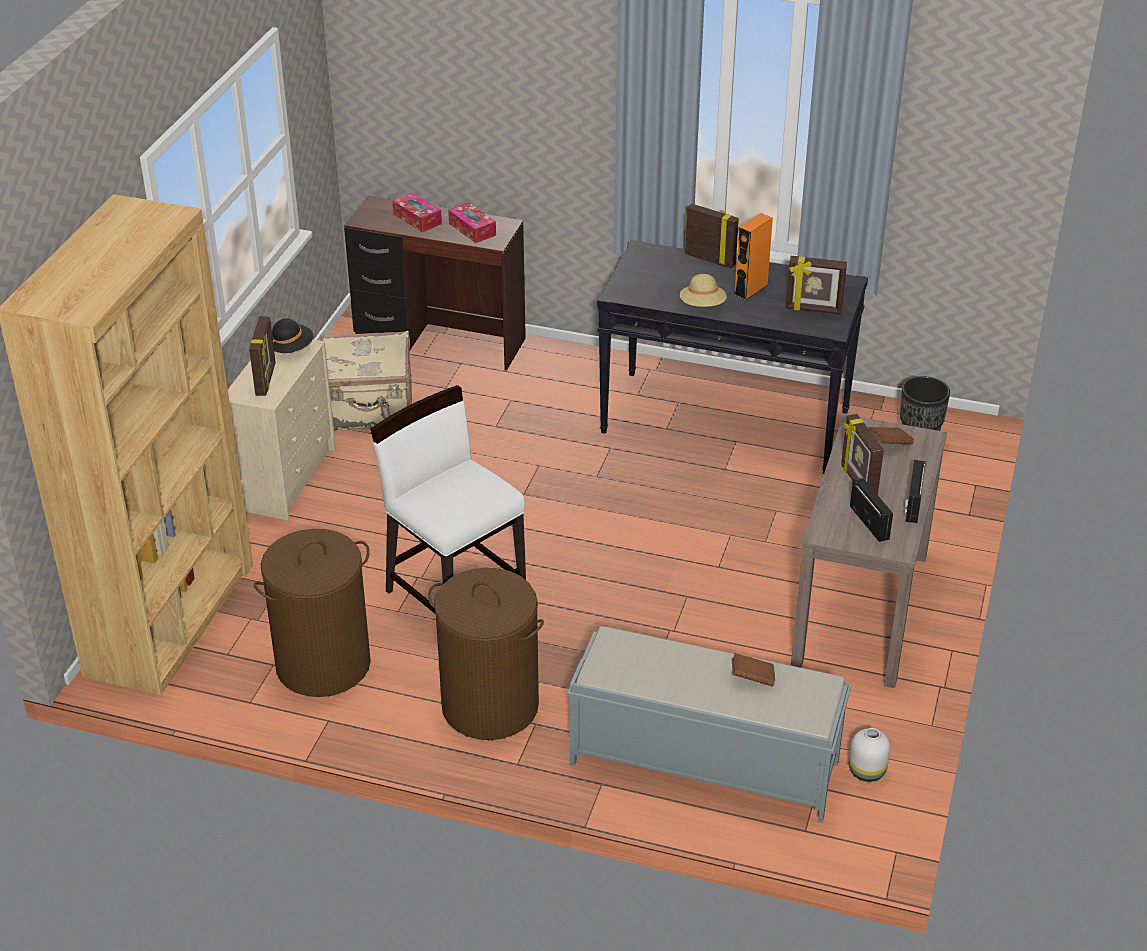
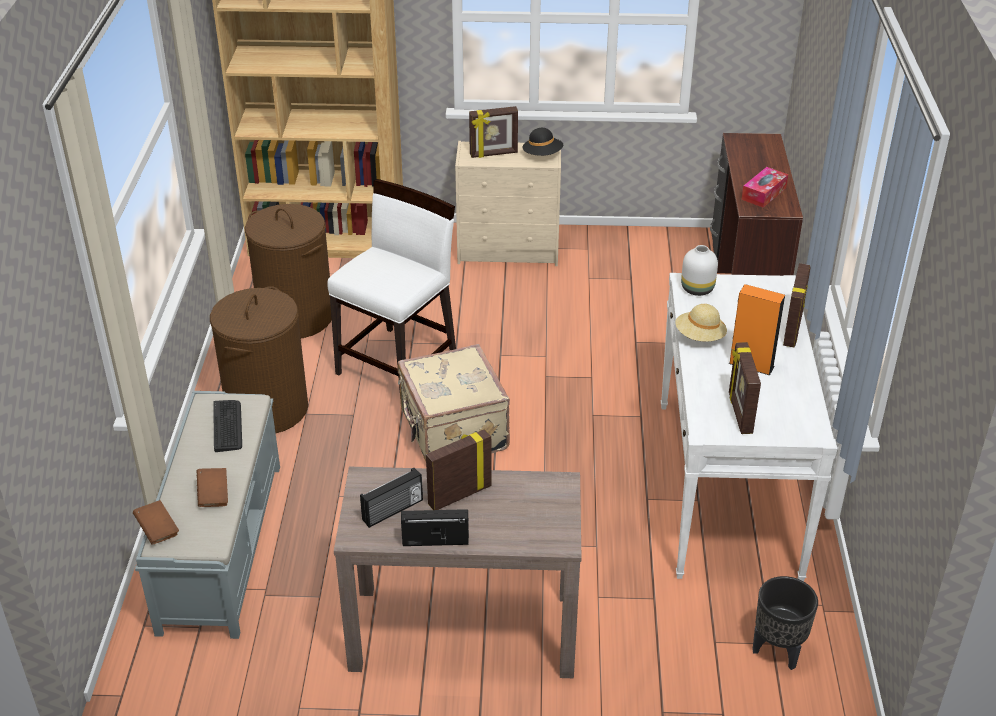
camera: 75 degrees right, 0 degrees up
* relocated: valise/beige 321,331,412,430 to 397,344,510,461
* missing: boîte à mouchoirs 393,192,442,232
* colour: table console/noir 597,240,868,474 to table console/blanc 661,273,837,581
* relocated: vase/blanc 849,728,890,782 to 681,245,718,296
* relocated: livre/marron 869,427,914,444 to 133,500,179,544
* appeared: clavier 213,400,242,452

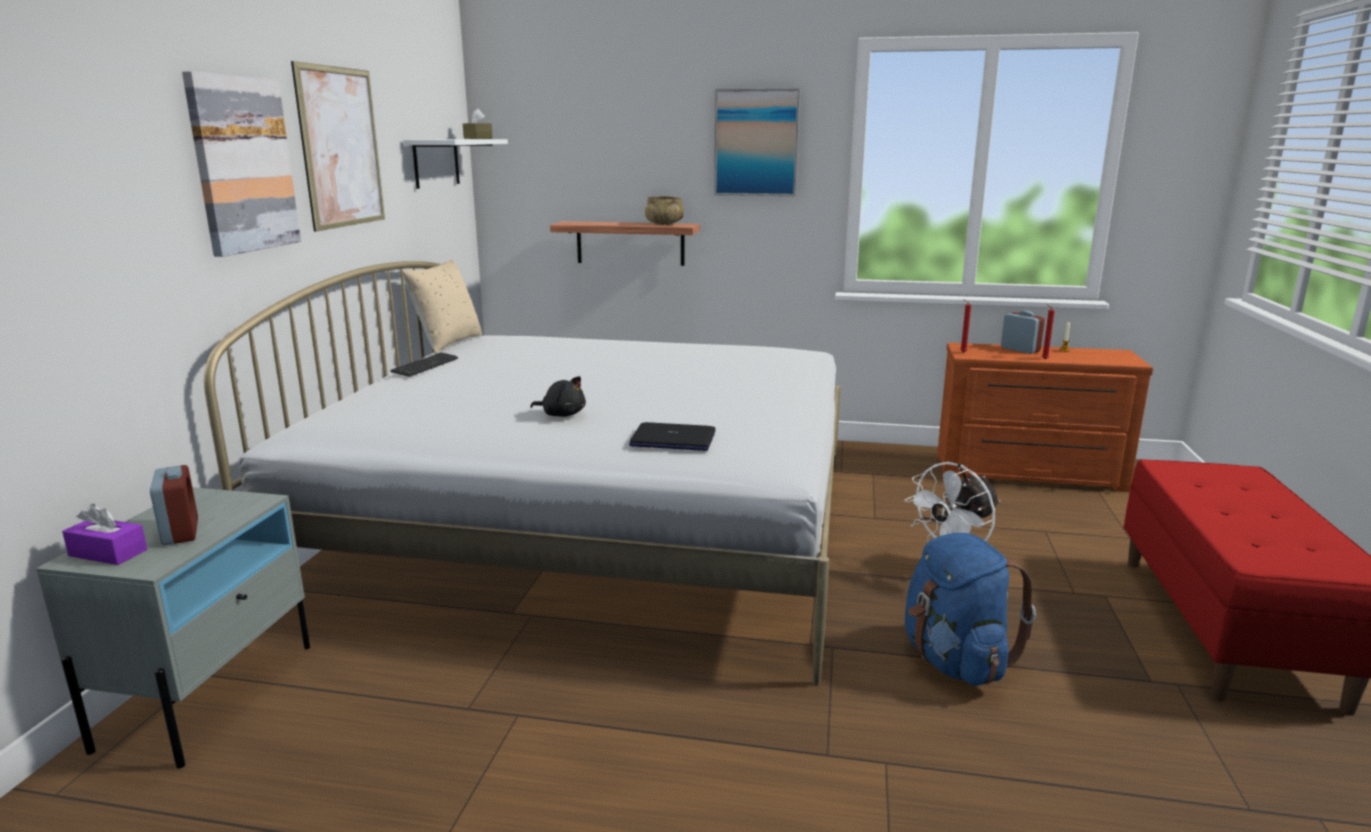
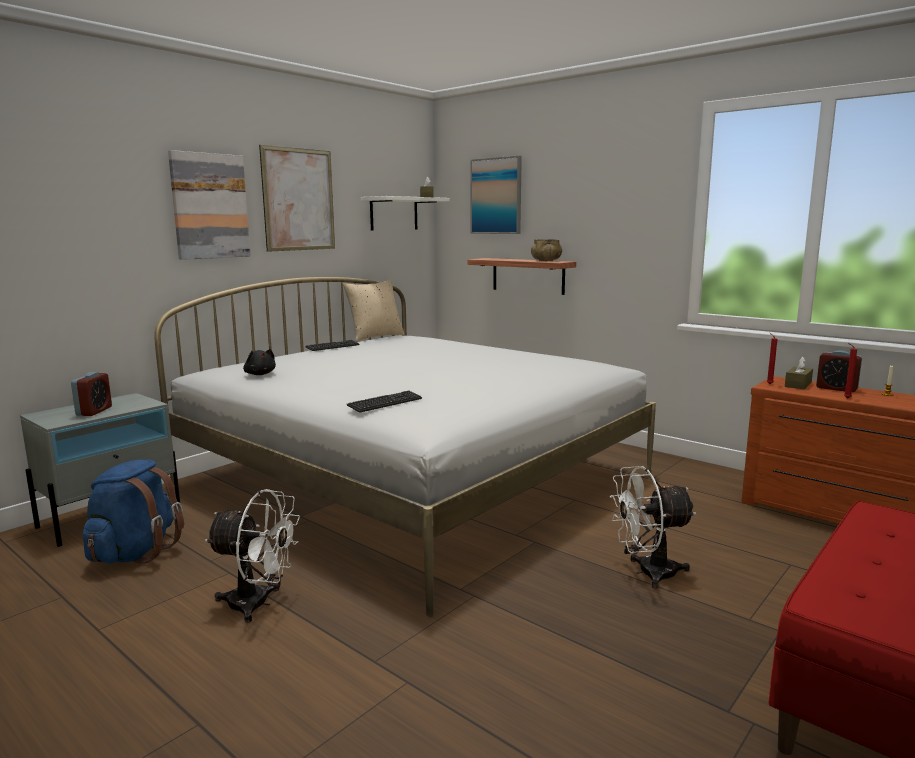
camera: 30 degrees right, 5 degrees down
* missing: boîte à mouchoirs/violet 62,504,147,565
* relocated: peluche/noir 530,376,586,417 to 243,349,276,375
* exchanged: ordinateur portable 629,422,716,451 to clavier 346,390,422,413
* relocated: tableau 714,88,800,196 to 470,156,522,234
* relocated: sac à dos/bleu 905,533,1036,686 to 83,459,184,564
* spun: réveil 1001,311,1045,354 = 816,350,862,392 135 degrees clockwise
* appeared: ventilateur/blanc 205,489,300,623
* appeared: boîte à mouchoirs/marron 785,357,813,389

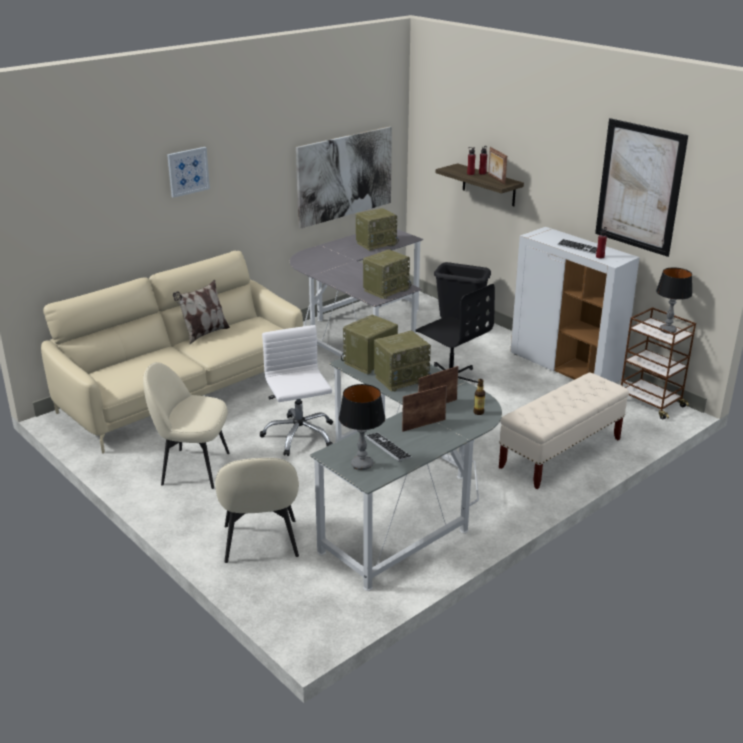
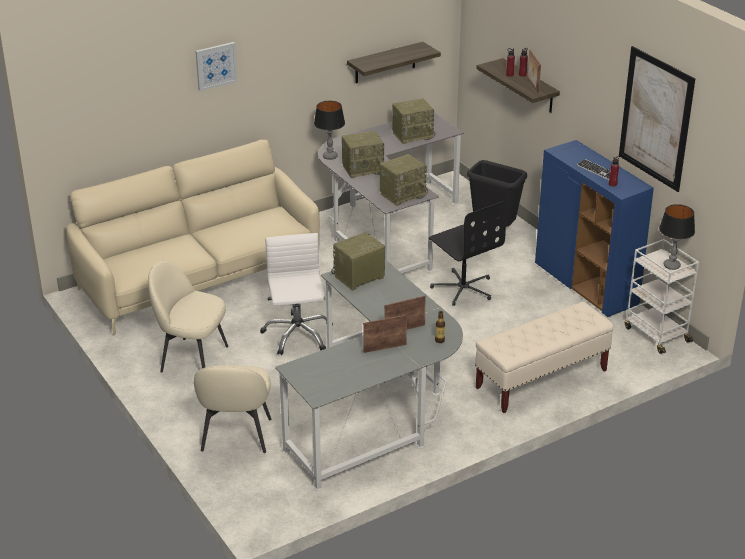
camera: 10 degrees right, 5 degrees up
* missing: coussin 173,280,230,344
* exchanged: tableau 296,126,392,228 to étagère 347,42,441,83
* relocated: lampe de table 339,384,385,470 to 314,101,345,160
* missing: clavier 365,432,412,462
* relocated: radio 374,331,431,392 to 342,131,384,178
* colour: meuble de rangement/blanc 510,227,640,383 to meuble de rangement/bleu 535,140,654,317
* colour: chariot/marron 621,307,696,420 to chariot/blanc 624,239,699,354

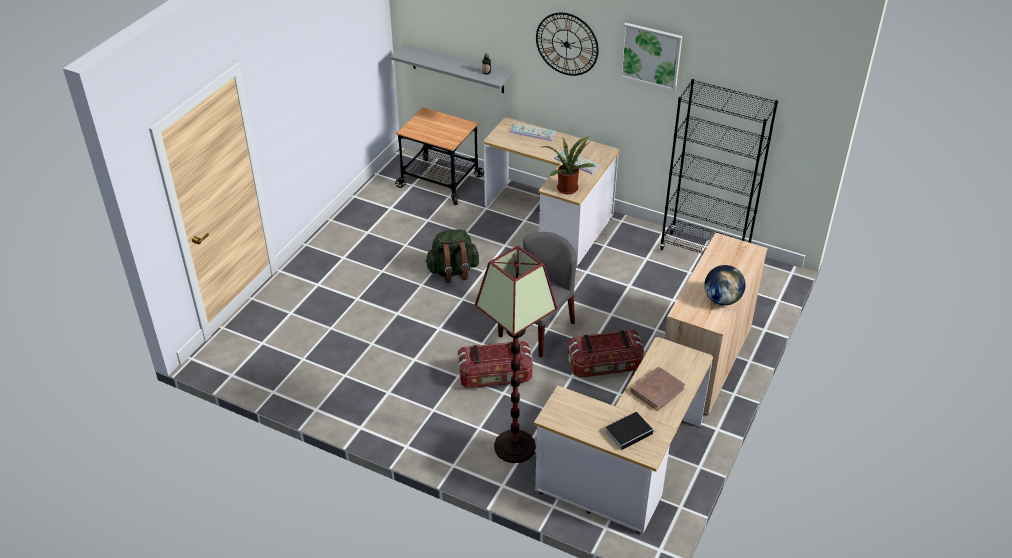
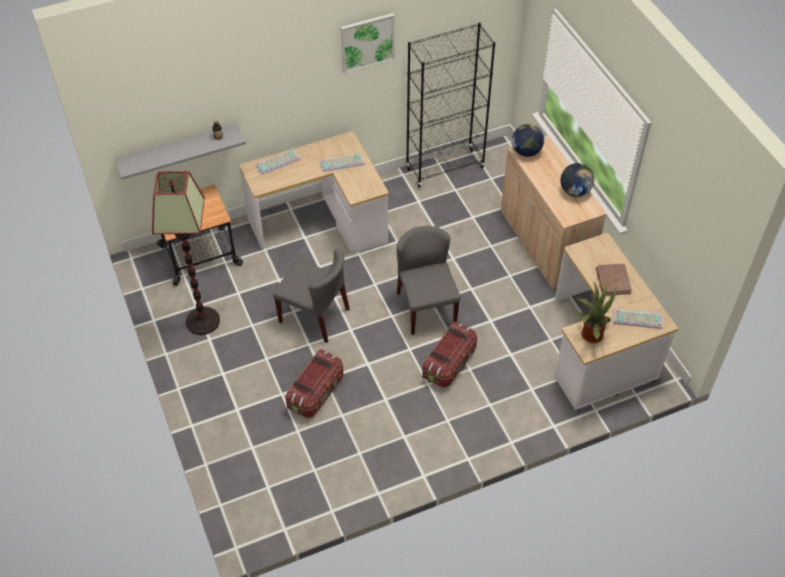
camera: 50 degrees left, 10 degrees up
* exchanged: sac à dos/vert 425,229,479,283 to chaise/gris 273,249,350,343
* relocated: lampadaire 475,246,557,463 to 152,171,220,335
* missing: horloge murale 536,13,599,76
* relocated: plante en pot 541,136,596,194 to 574,281,616,343
* relocated: boîte de rangement 568,330,644,377 to 286,350,344,418
* exchanged: livre 605,412,656,450 to clavier 613,309,662,329
* appeared: globe 512,124,544,157

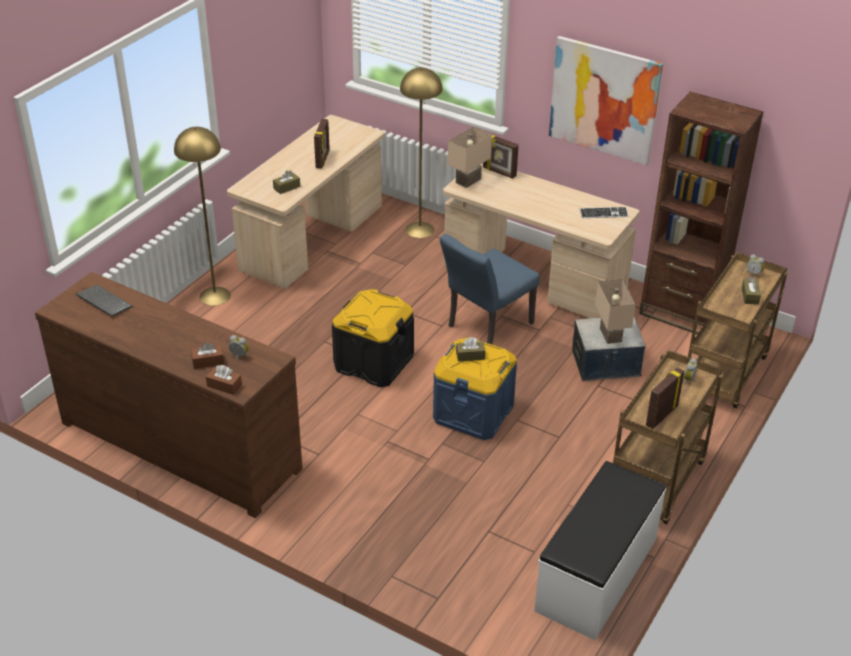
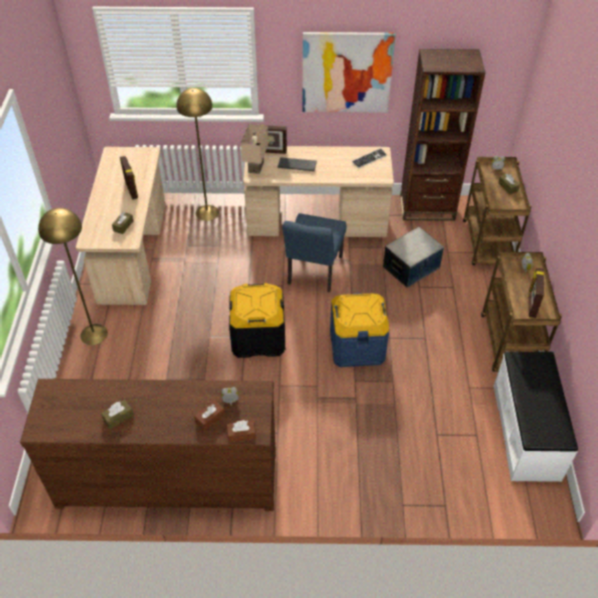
camera: 30 degrees left, 10 degrees up
* relocated: clavier 76,285,132,317 to 278,157,317,171
* relocated: boîte à mouchoirs/marron 456,337,485,362 to 101,400,134,429
* missing: lampe de table/beige 595,279,636,344

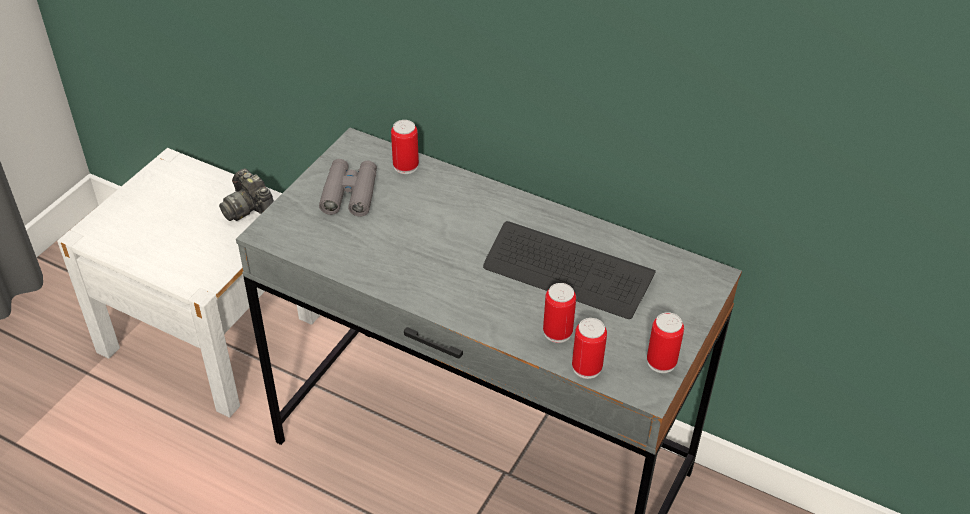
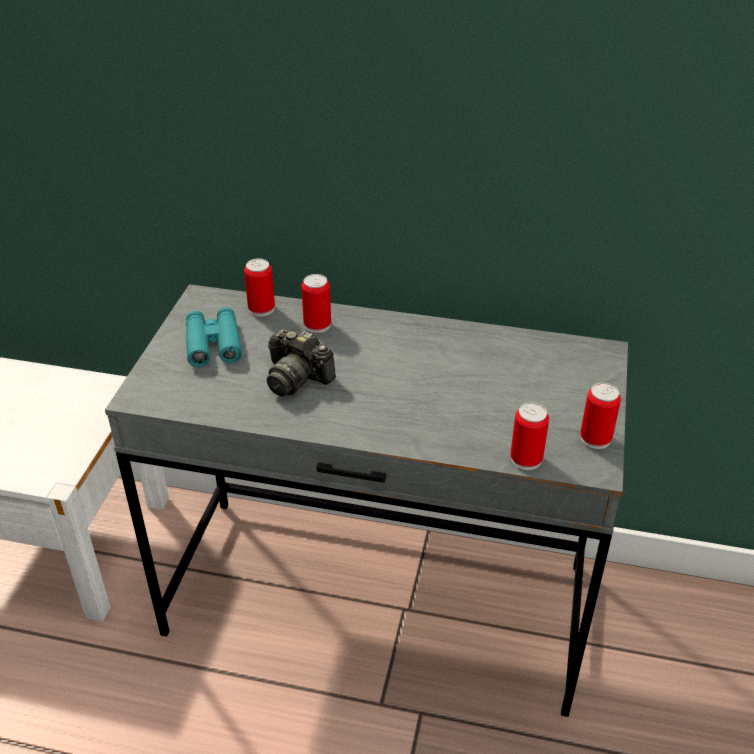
camera: 15 degrees left, 5 degrees down
* relocated: appareil photo 219,168,274,221 to 267,329,336,396
* colour: jumelles/gris 319,159,377,217 to jumelles/turquoise 186,307,242,367
* missing: clavier 483,221,656,319
* relocated: boîte métallique 543,283,576,343 to 301,274,331,333

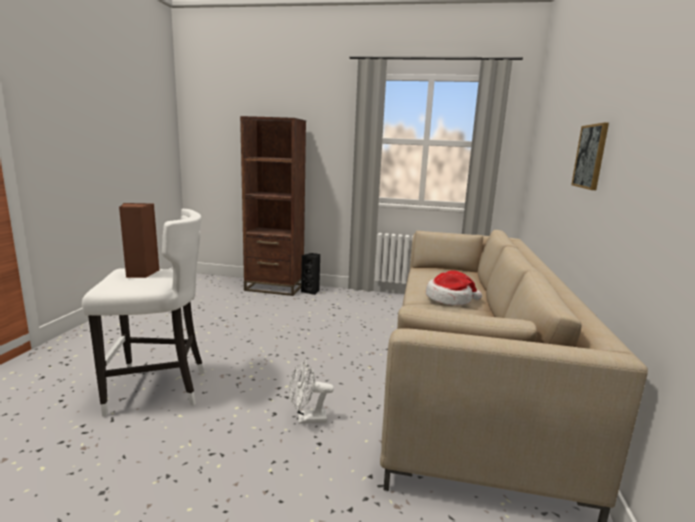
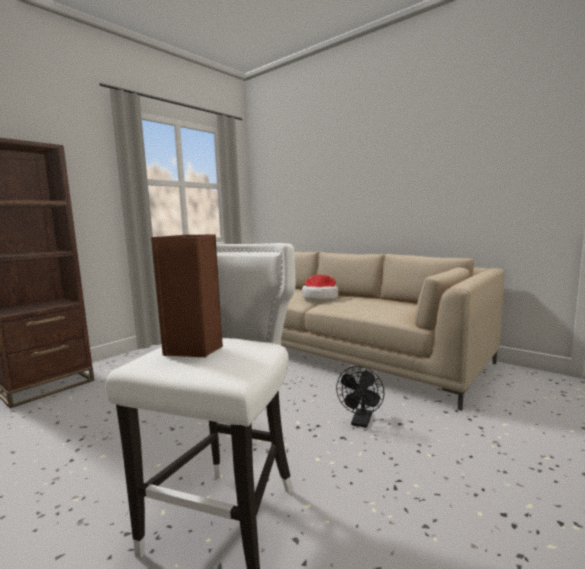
camera: 60 degrees left, 5 degrees down
* colour: ventilateur/blanc 289,360,334,424 to ventilateur/noir 336,366,384,428
* missing: enceinte/noir 301,253,320,295
* missing: tableau 571,123,609,190

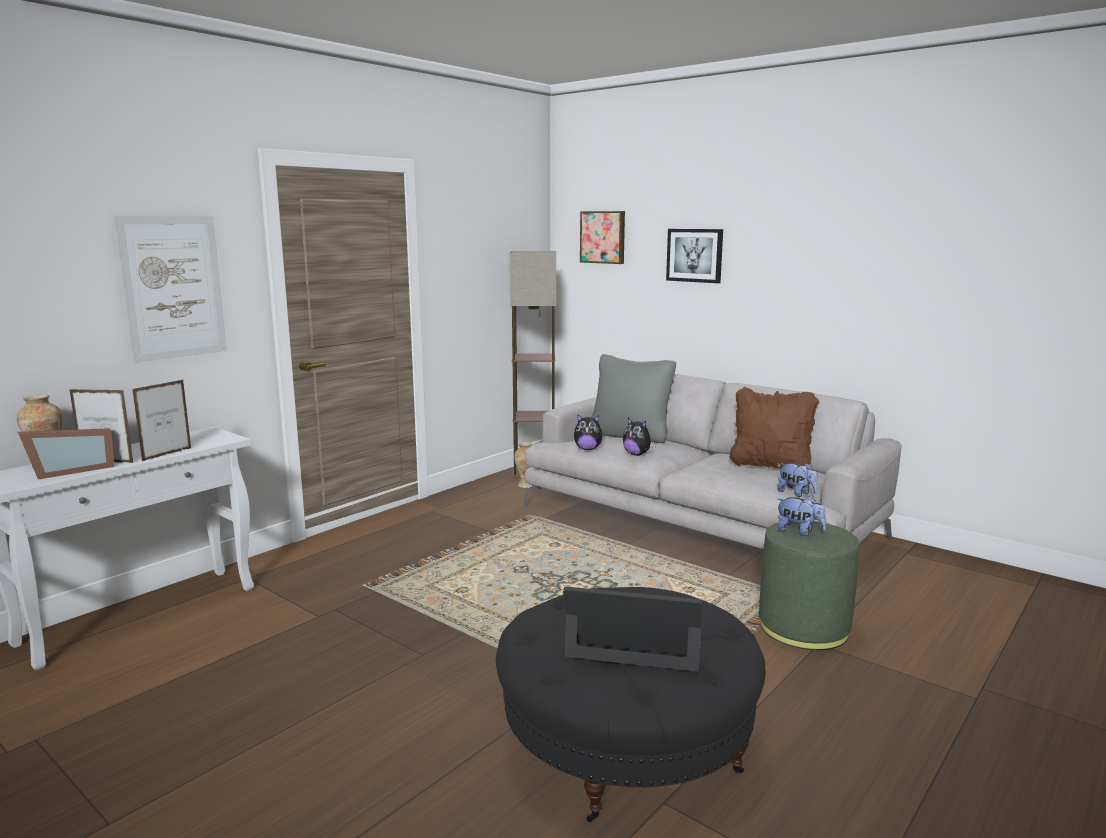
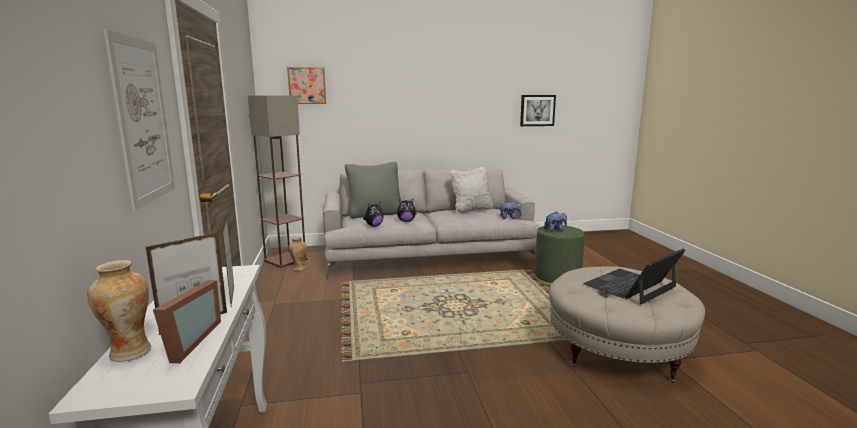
camera: 50 degrees left, 0 degrees up
* colour: pouf/noir 496,587,766,822 to pouf/beige 549,266,705,383
* relocated: tableau 666,229,723,283 to 520,95,556,126
* colour: coussin/marron 729,387,819,469 to coussin/blanc 450,167,493,214

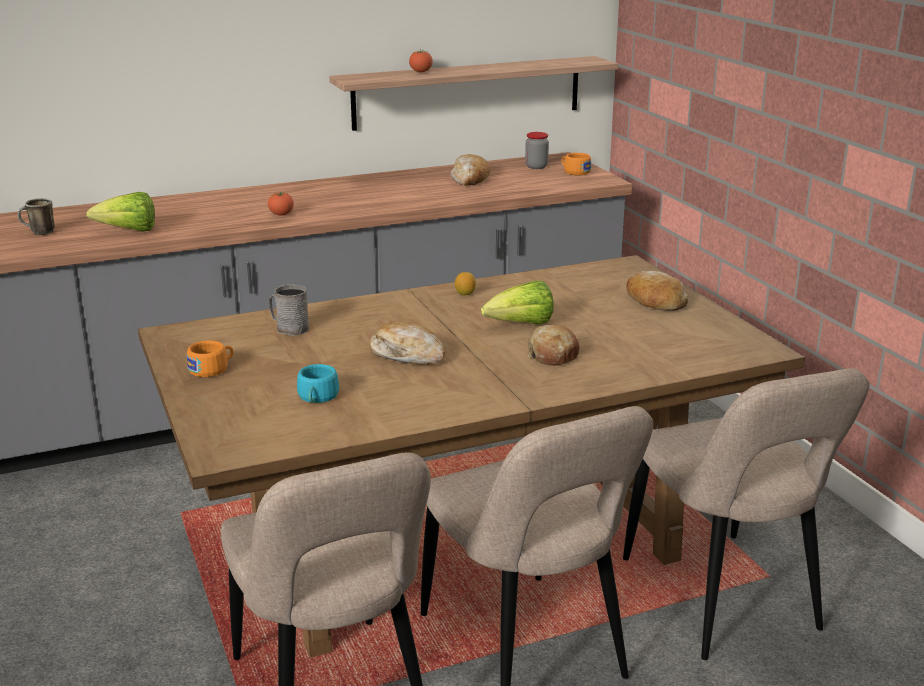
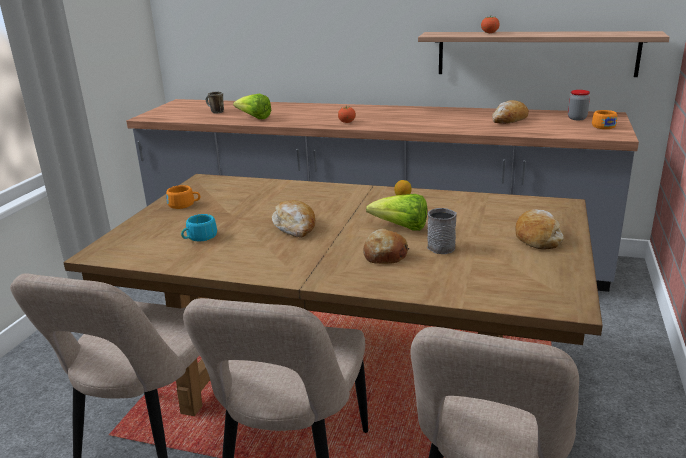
camera: 40 degrees right, 0 degrees up
* relocated: mug/gris 269,284,309,336 to 427,208,457,254

